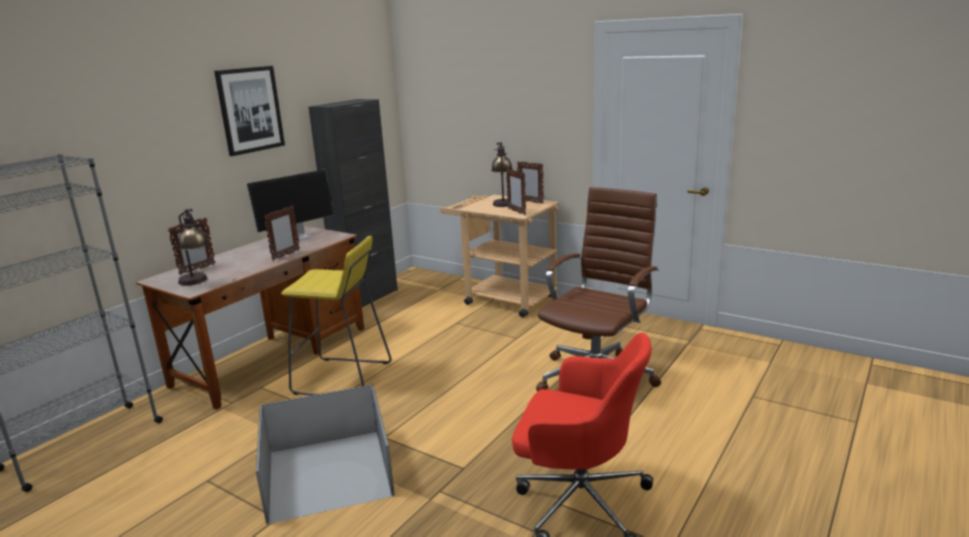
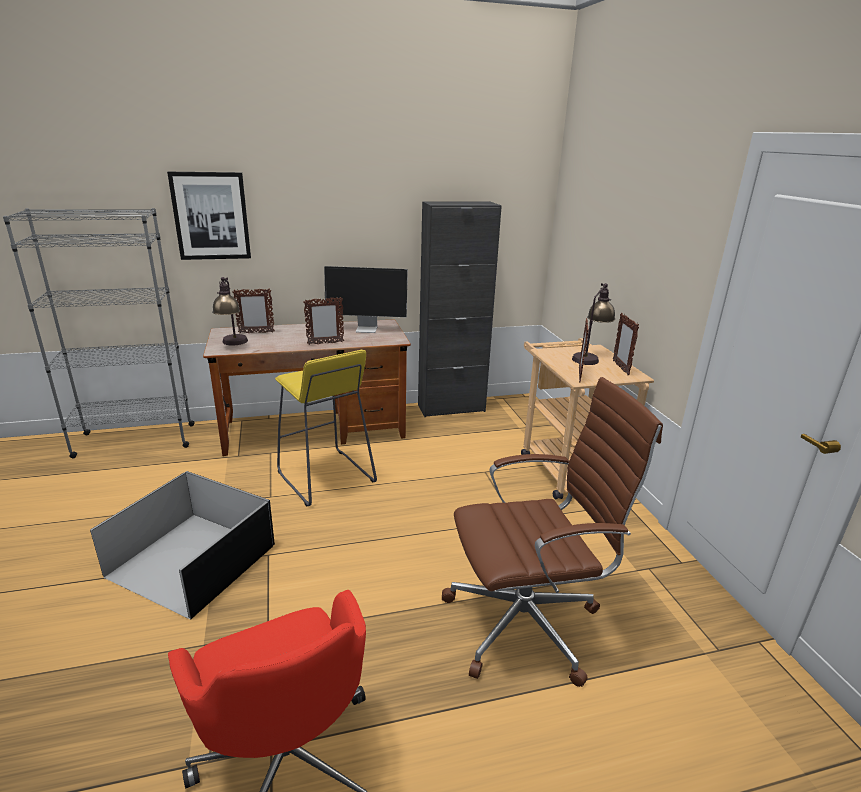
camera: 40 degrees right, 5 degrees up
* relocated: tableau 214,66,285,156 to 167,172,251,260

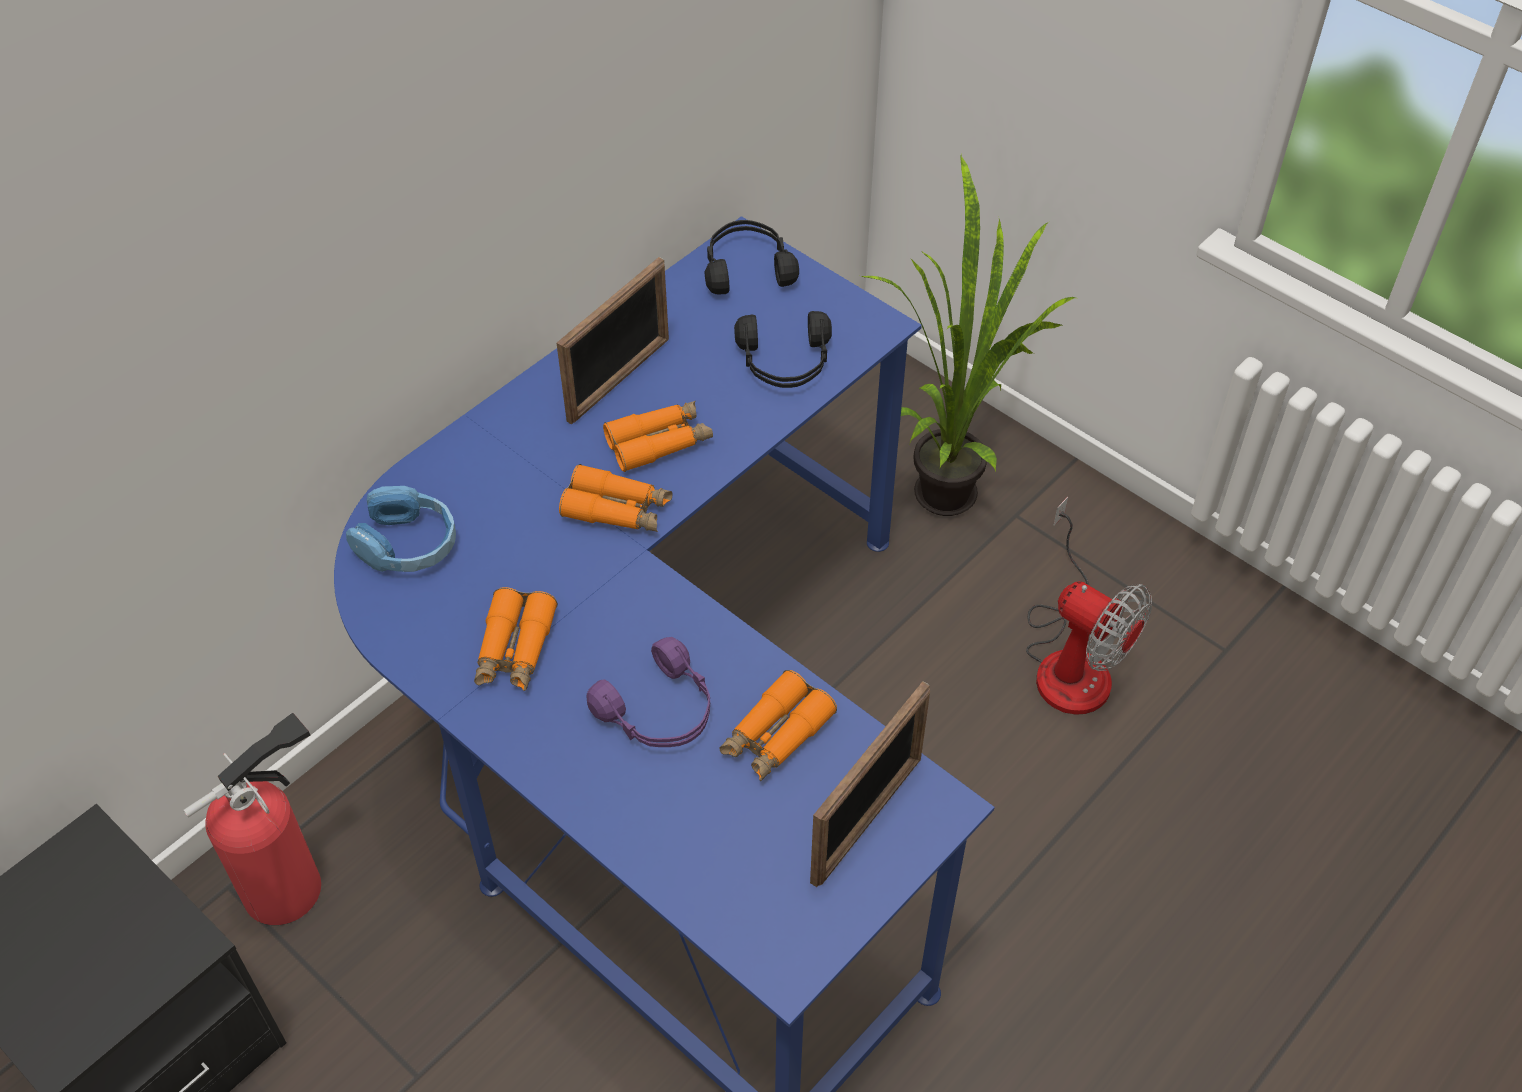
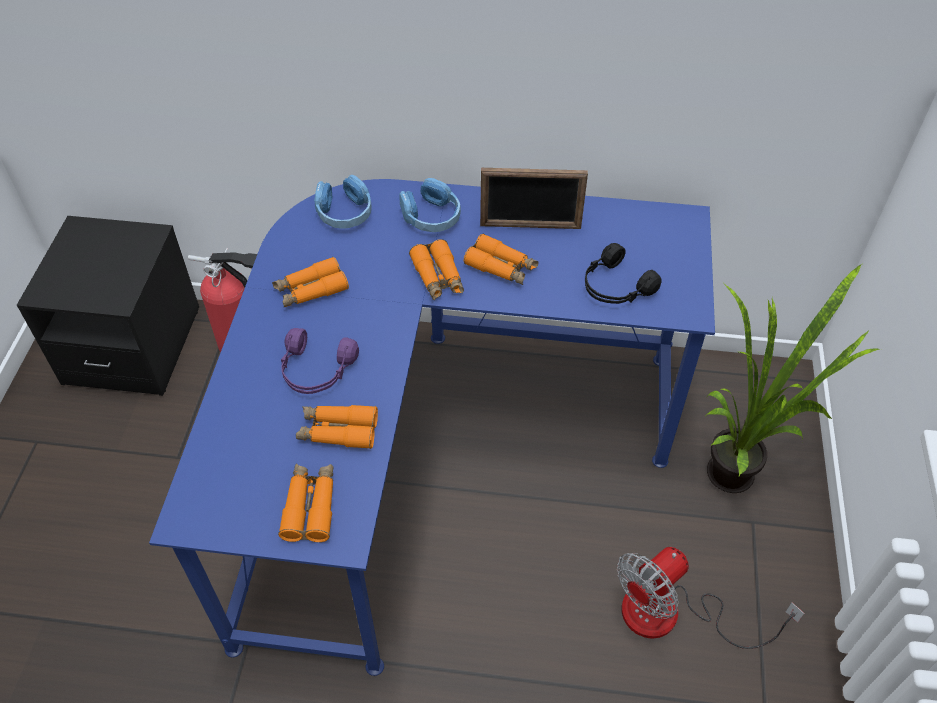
camera: 55 degrees right, 0 degrees up
* missing: casque audio/noir 705,220,799,294
* exchanged: cadre photo 810,681,930,887 to jumelles/orange 278,464,333,542
* spun: ventilateur 1026,497,1152,715 = 617,547,804,649 45 degrees clockwise
* appeared: casque audio/bleu 399,178,461,232

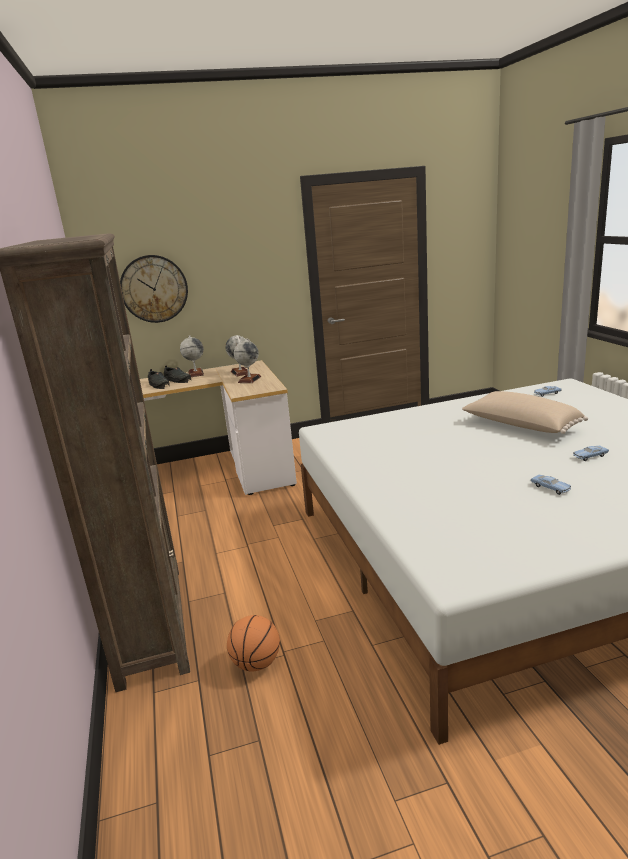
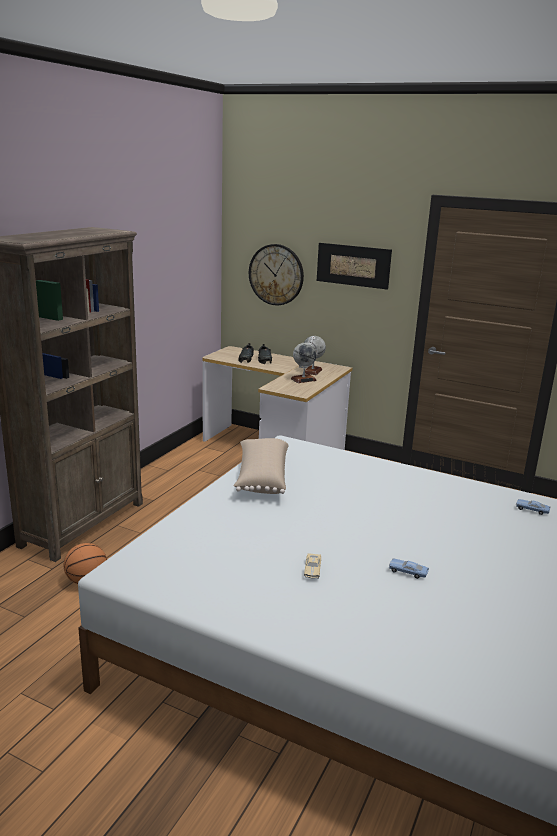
camera: 40 degrees right, 0 degrees up
* missing: globe 180,335,204,377
* relocated: coussin/beige 462,391,588,434 to 233,438,289,494
* colour: petite voiture/bleu 531,474,571,495 to petite voiture/beige 304,553,321,579
* appeared: tableau 317,243,392,290

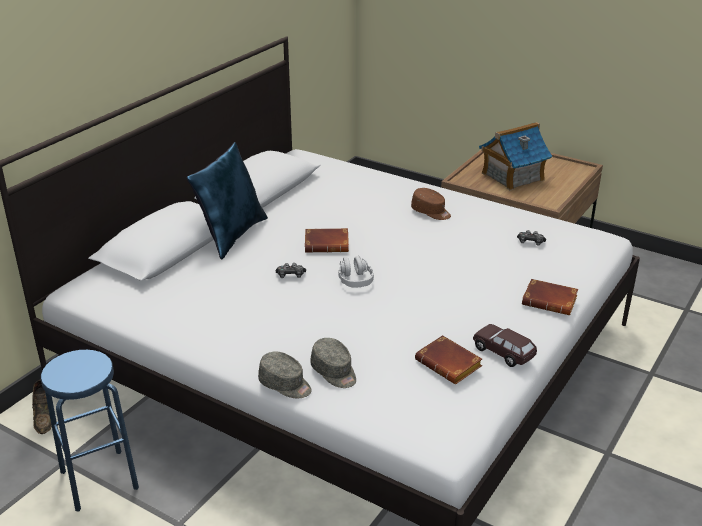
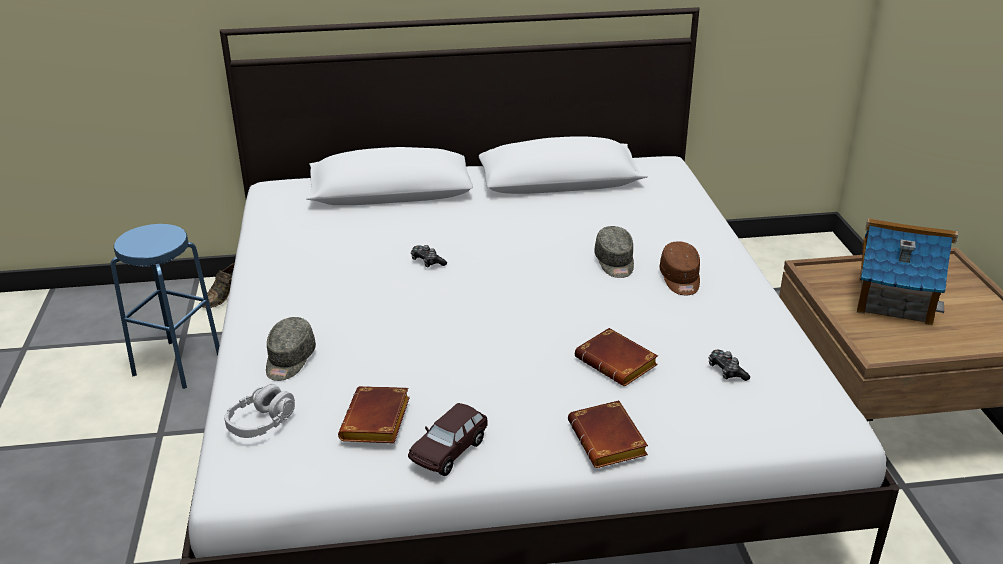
camera: 50 degrees right, 0 degrees up
* missing: coussin/bleu 187,142,268,259
* relocated: casquette/gris 258,351,312,398 to 594,226,634,278
* relocated: livre/marron 305,228,349,253 to 575,328,658,386
* relocated: casque audio/gris 338,256,374,287 to 224,384,295,438
* spun: petite voiture/marron 473,324,537,367 = 408,403,488,476 150 degrees counterclockwise

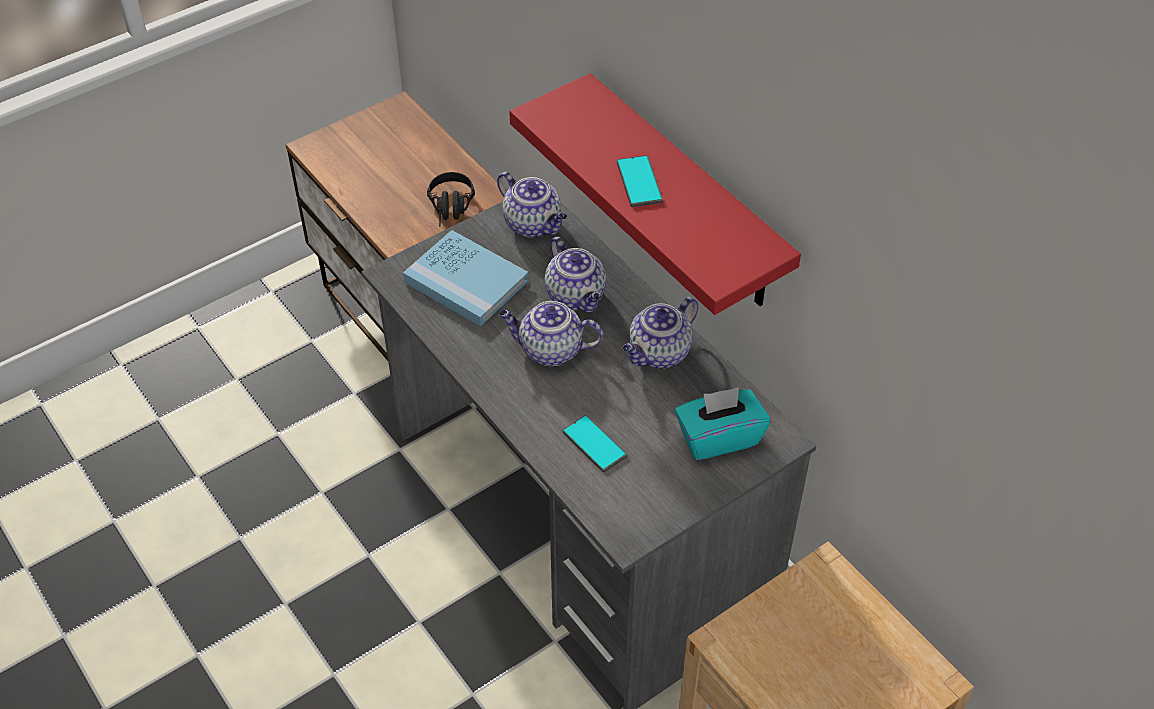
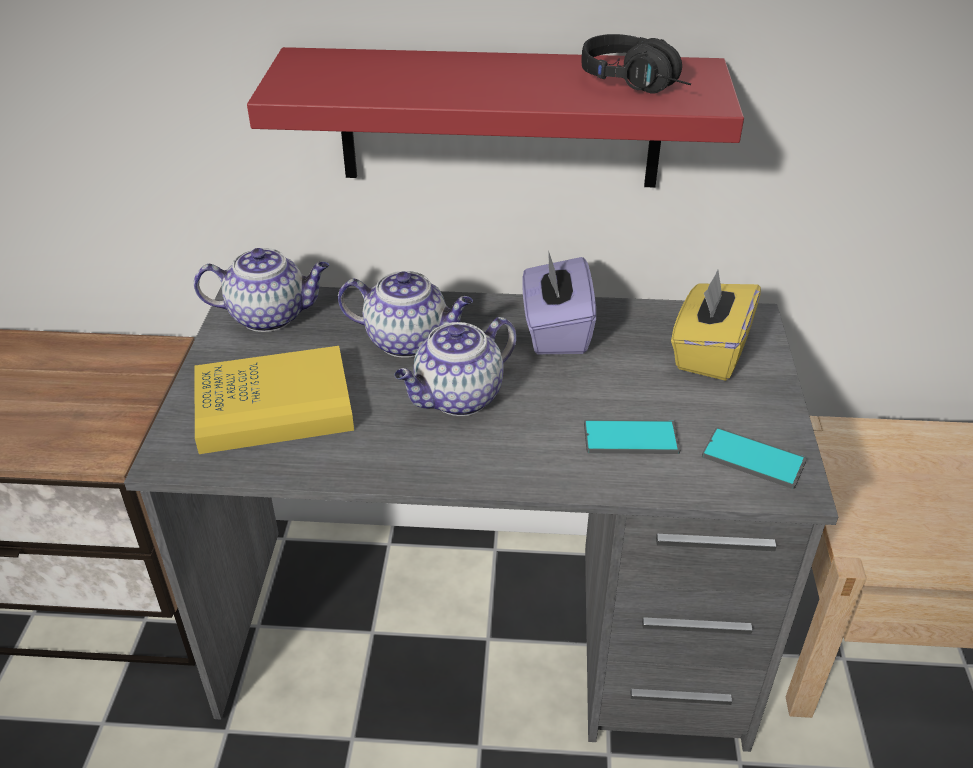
camera: 50 degrees left, 10 degrees down
* colour: livre/bleu 403,230,529,326 to livre/jaune 195,346,354,454
* relocated: casque audio/noir 427,172,475,227 to 581,34,691,93
* relocated: téléphone 617,155,663,207 to 702,428,807,489
* exchanged: théière 623,297,698,368 to boîte à mouchoirs/violet 522,251,596,354
* colour: boîte à mouchoirs/turquoise 675,387,770,460 to boîte à mouchoirs/jaune 671,270,761,381

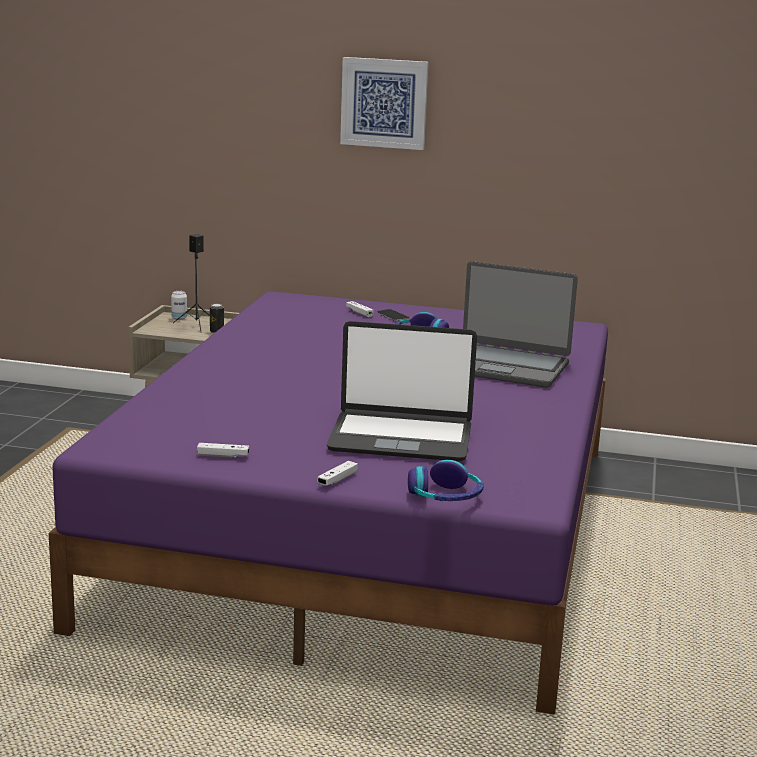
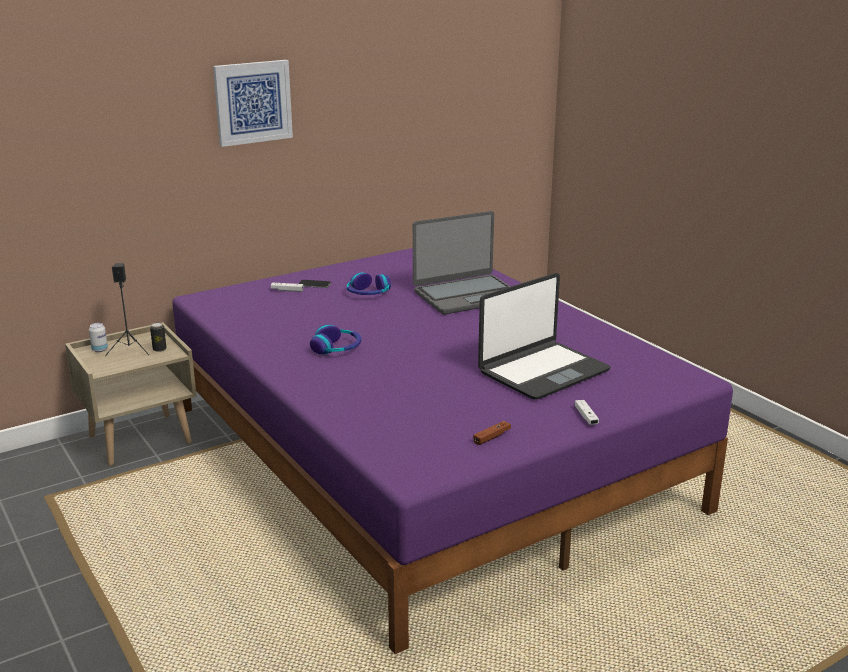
camera: 45 degrees left, 5 degrees up
* colour: manette/blanc 197,443,249,457 to manette/marron 473,421,511,445
* relocated: casque audio 408,460,484,501 to 310,325,361,355

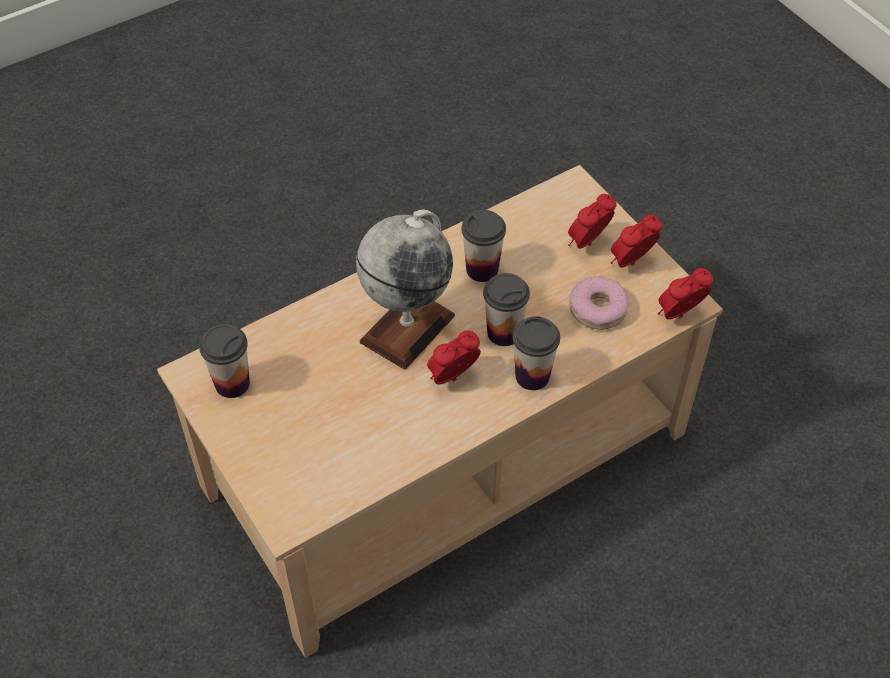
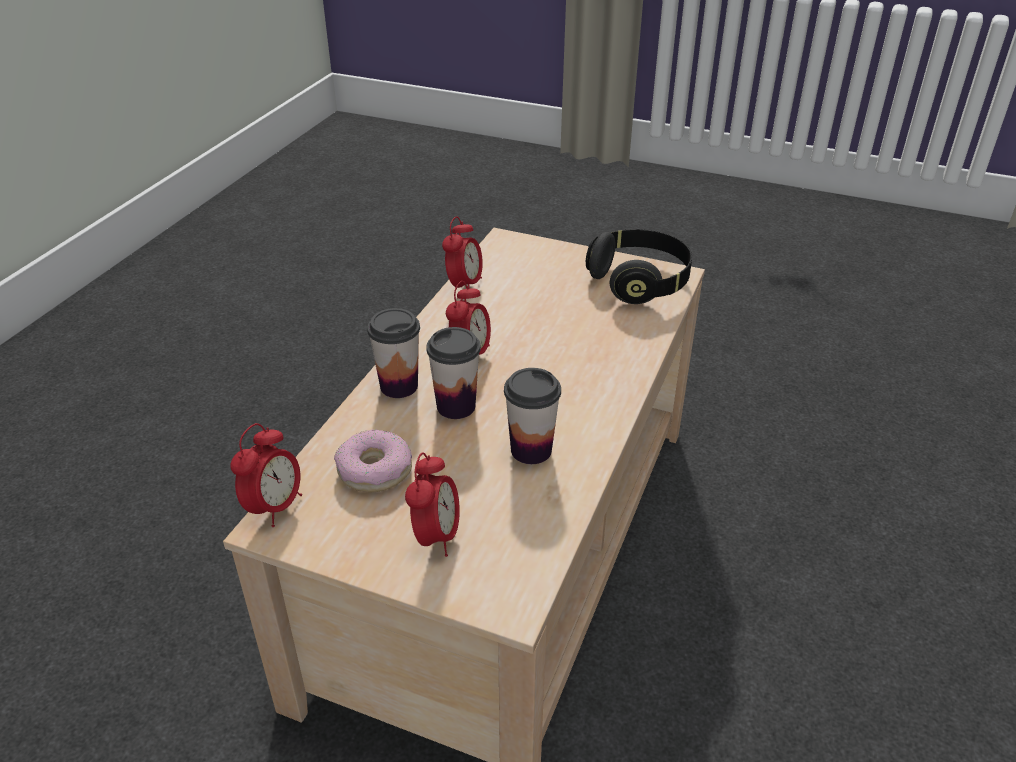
camera: 145 degrees right, 15 degrees down
* exchanged: tasse 199,324,250,398 to casque audio/noir 586,229,692,304
* missing: globe 356,209,455,370
* relocated: réveil 611,215,662,268 to 442,216,483,288

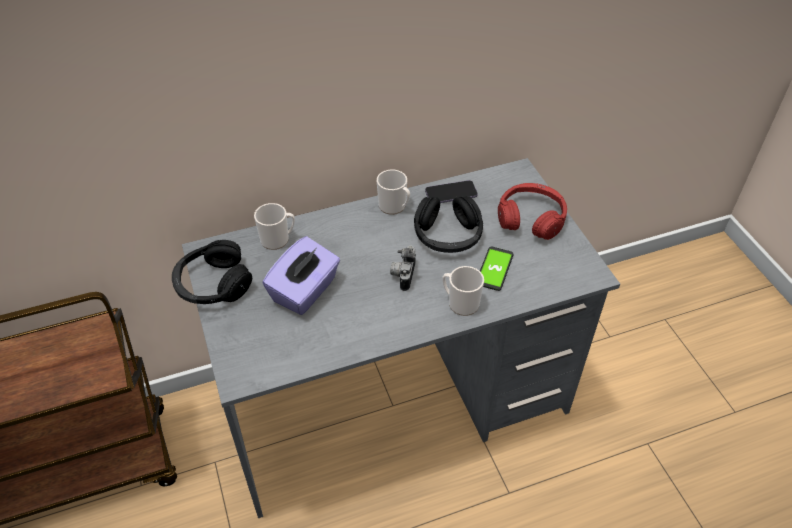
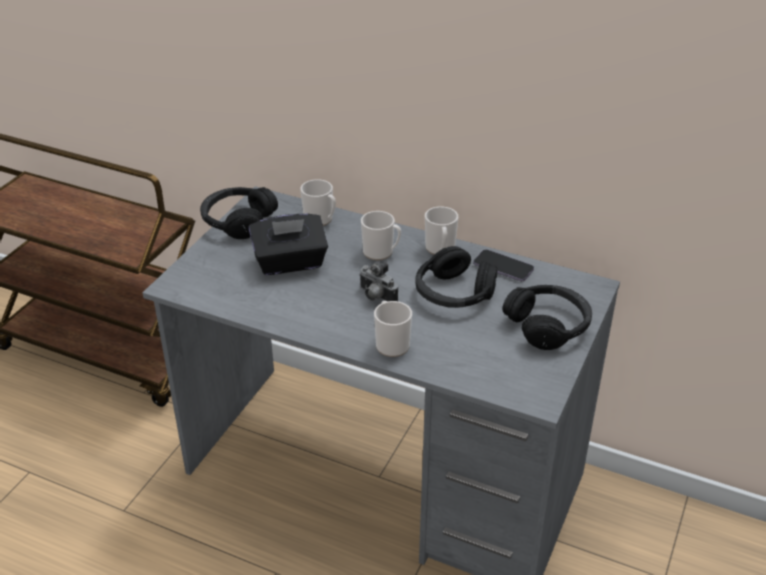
camera: 45 degrees right, 10 degrees down
* colour: boîte à mouchoirs/violet 263,236,340,315 to boîte à mouchoirs/noir 249,214,328,275
* spun: appareil photo 390,245,416,291 = 359,261,398,301 105 degrees counterclockwise
* missing: téléphone 480,247,514,291
* colour: casque audio/rouge 498,183,567,240 to casque audio/noir 502,285,592,350
* appeared: mug 361,211,401,260

